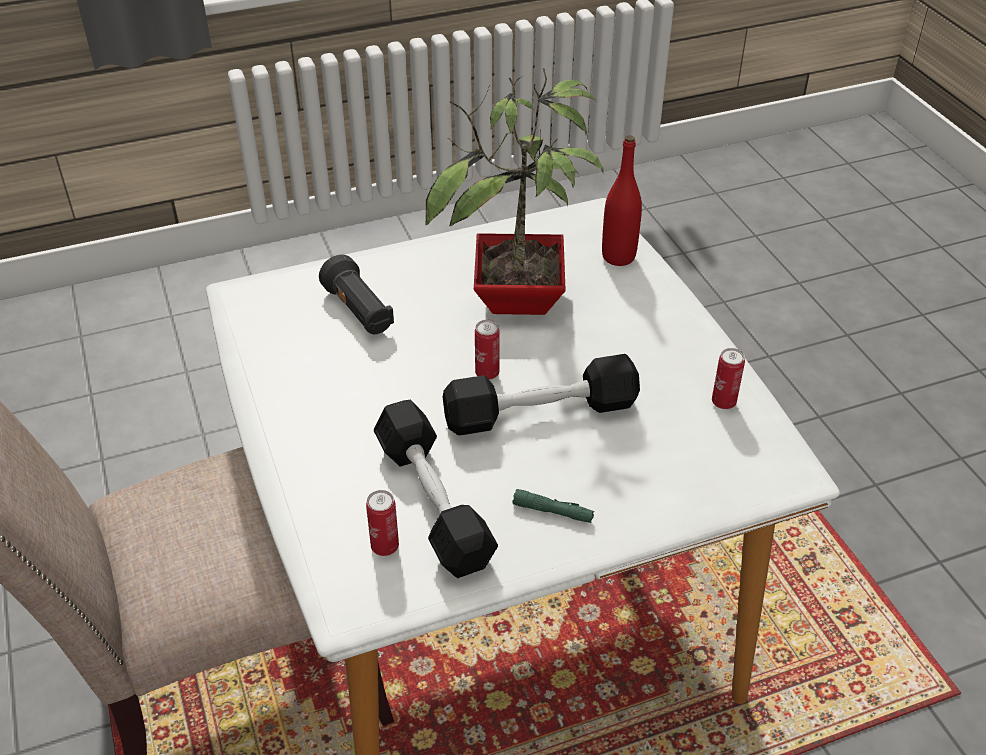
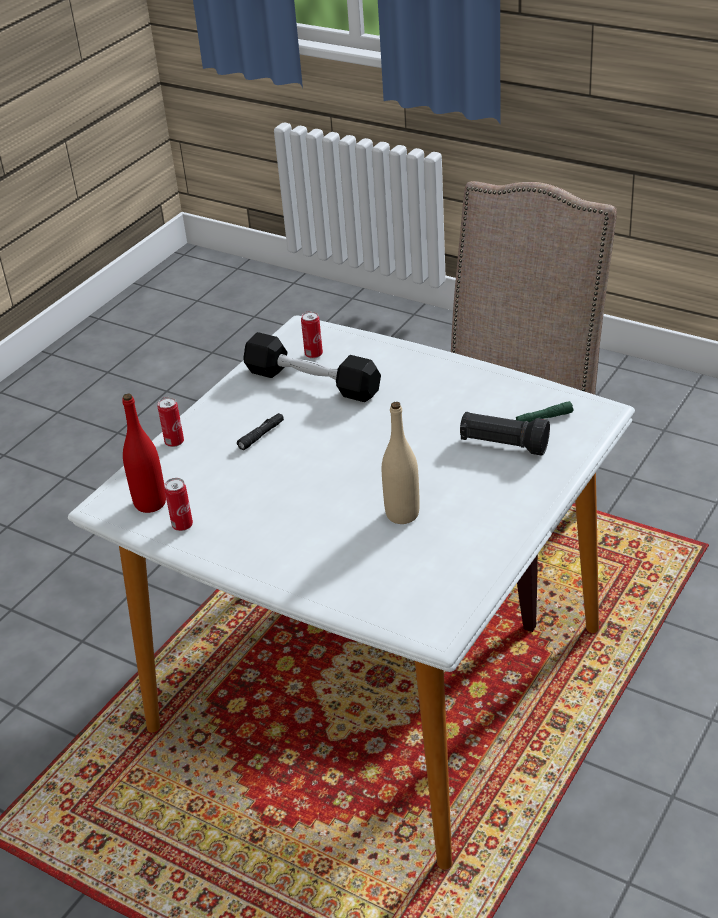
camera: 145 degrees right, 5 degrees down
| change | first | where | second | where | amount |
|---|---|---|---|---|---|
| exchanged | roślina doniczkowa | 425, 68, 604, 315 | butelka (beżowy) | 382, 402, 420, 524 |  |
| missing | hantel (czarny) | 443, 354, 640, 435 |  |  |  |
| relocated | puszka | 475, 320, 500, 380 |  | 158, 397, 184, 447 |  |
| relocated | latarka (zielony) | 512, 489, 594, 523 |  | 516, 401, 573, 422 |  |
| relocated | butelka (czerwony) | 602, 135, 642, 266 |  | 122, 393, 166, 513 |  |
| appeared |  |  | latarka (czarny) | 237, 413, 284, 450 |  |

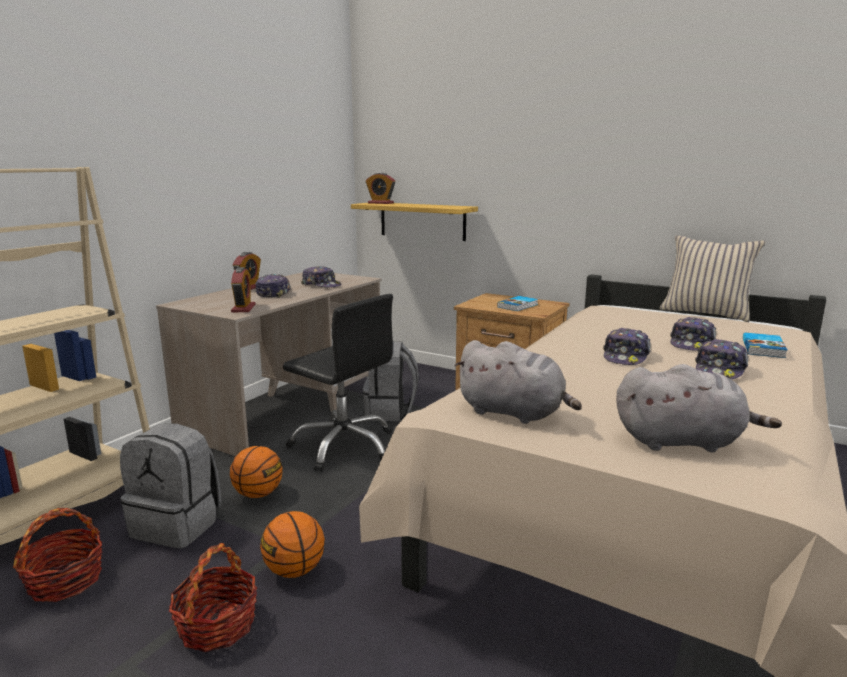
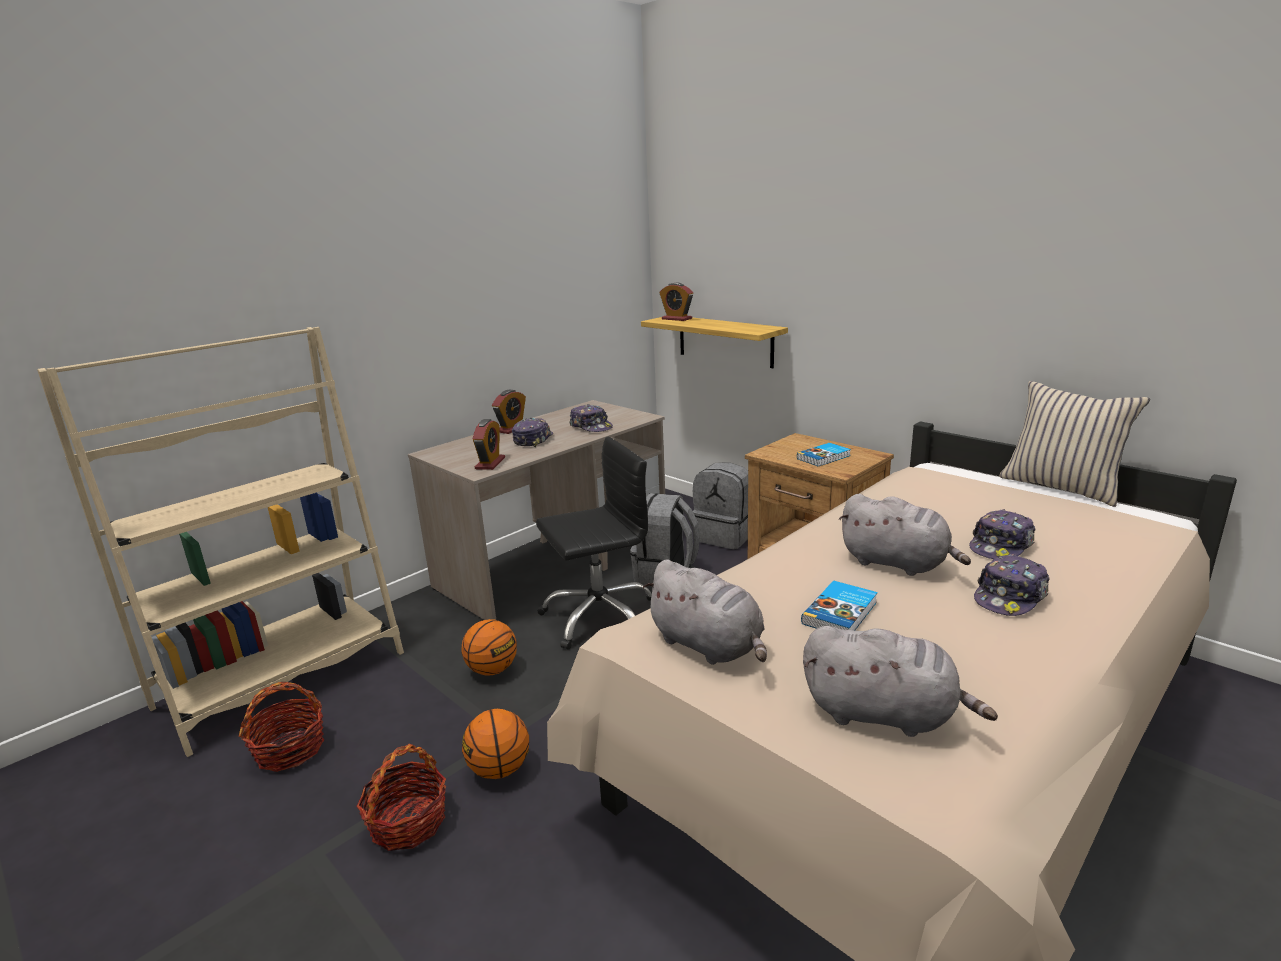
camera: 15 degrees right, 5 degrees up
| change | first | where | second | where | amount |
|---|---|---|---|---|---|
| relocated | plecak (szary) | 120, 423, 221, 548 |  | 693, 462, 748, 550 |  |
| spun | krzesło biurowe (czarny) | 283, 294, 393, 472 |  | 536, 436, 652, 650 | 75 degrees counterclockwise |
| exchanged | czapka z daszkiem | 603, 328, 651, 365 | pluszak (szary) | 839, 494, 971, 576 |  |
| relocated | książka | 743, 332, 788, 358 |  | 801, 581, 878, 631 |  |

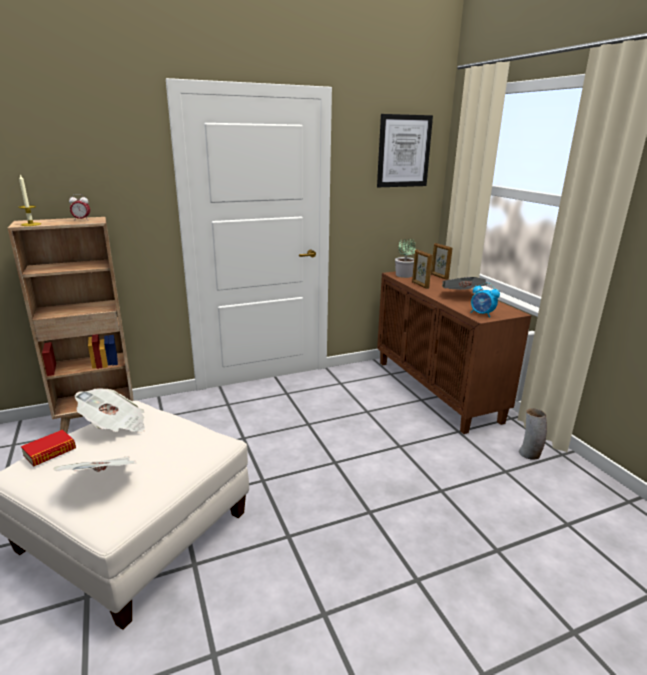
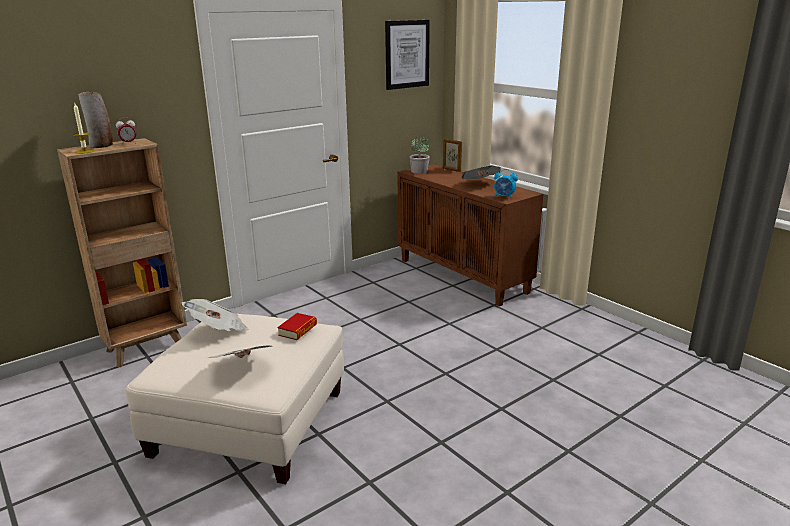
camera: 15 degrees left, 0 degrees up
| change | first | where | second | where | amount |
|---|---|---|---|---|---|
| relocated | książka | 21, 430, 76, 467 |  | 277, 313, 317, 340 |  |
| missing | ramka na zdjęcie | 412, 250, 433, 289 |  |  |  |
| relocated | wazon | 519, 408, 547, 460 |  | 78, 92, 113, 148 |  |

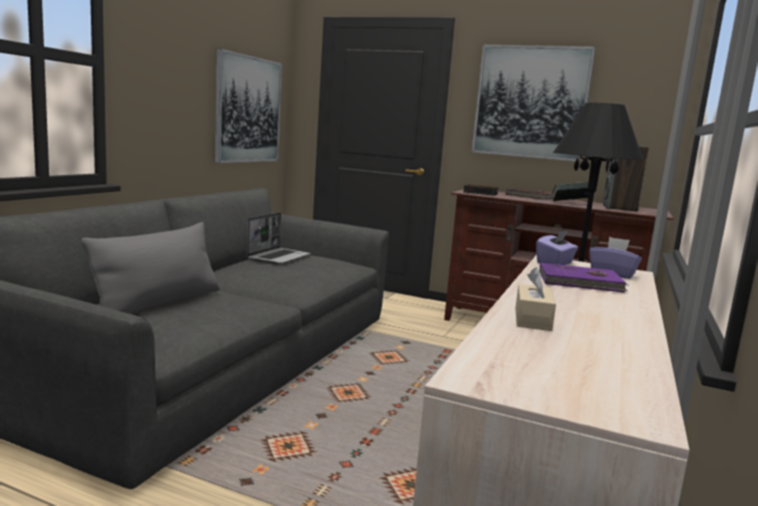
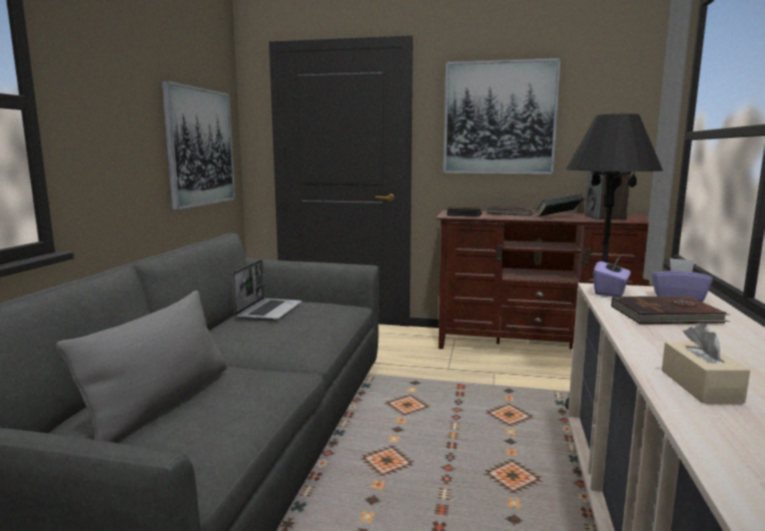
camera: 10 degrees left, 0 degrees up
| change | first | where | second | where | amount |
|---|---|---|---|---|---|
| colour | książka (fioletowy) | 539, 263, 628, 293 | książka (brązowy) | 611, 296, 730, 324 |  |

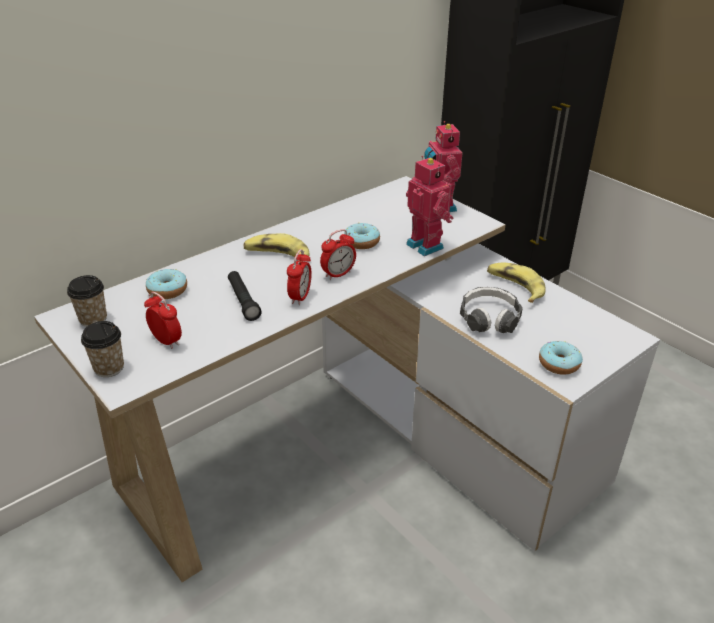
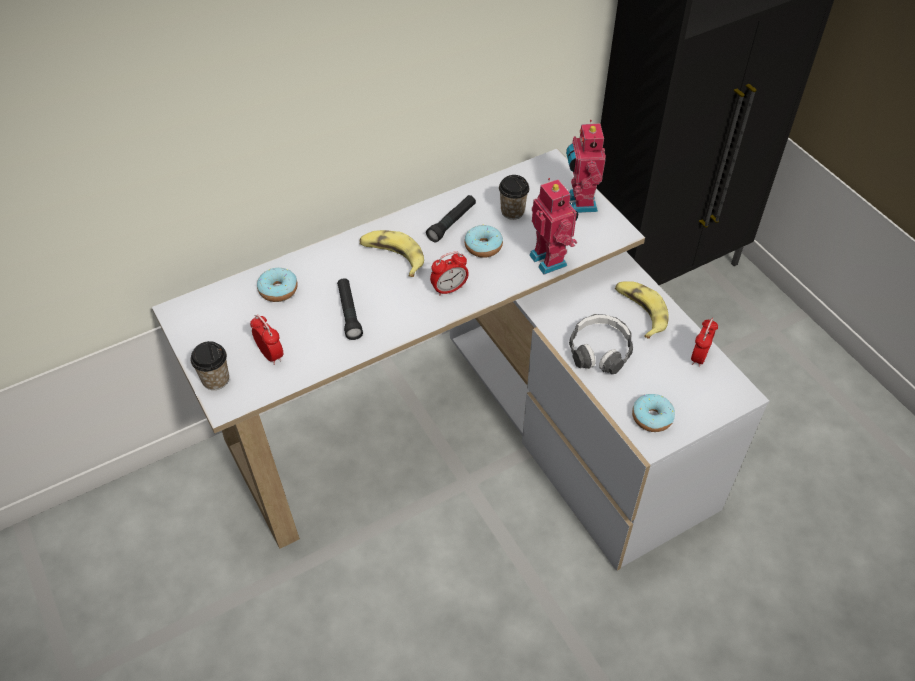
camera: 10 degrees right, 15 degrees up
| change | first | where | second | where | amount |
|---|---|---|---|---|---|
| relocated | filiżanka | 67, 275, 107, 327 |  | 499, 175, 529, 220 |  |
| relocated | budzik | 287, 249, 312, 305 |  | 691, 318, 718, 367 |  |
| appeared |  |  | latarka (czarny) | 426, 195, 476, 243 |  |

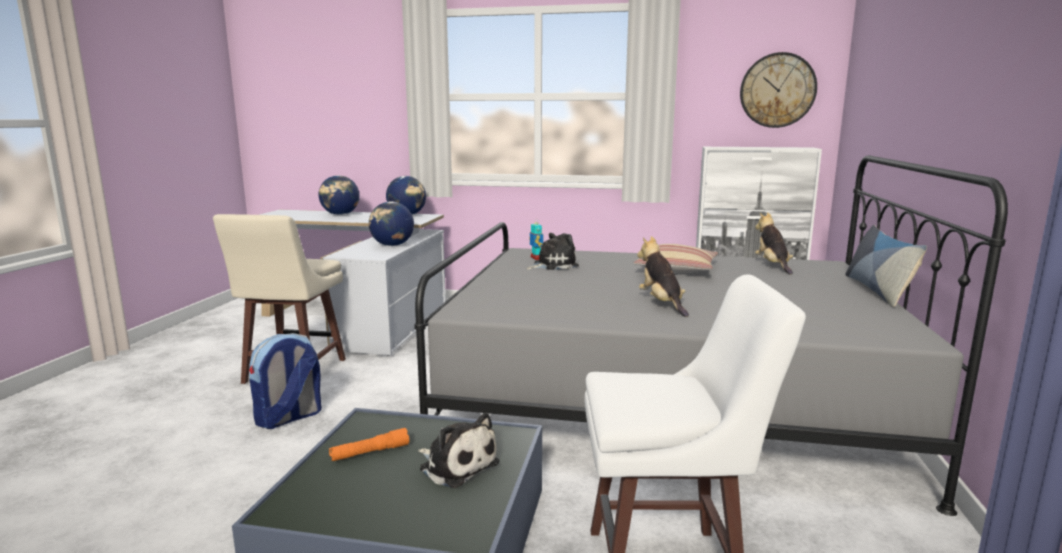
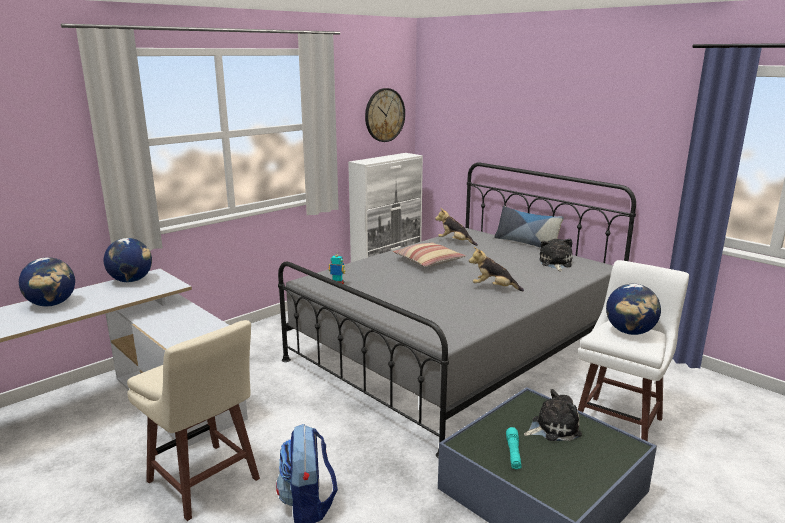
camera: 55 degrees left, 5 degrees up
| change | first | where | second | where | amount |
|---|---|---|---|---|---|
| colour | latarka (pomarańczowy) | 329, 428, 409, 461 | latarka (turkusowy) | 506, 427, 521, 469 |  |
| relocated | globus | 369, 202, 414, 246 |  | 606, 284, 661, 335 |  |
| relocated | pluszak | 527, 233, 579, 270 |  | 539, 239, 572, 272 |  |

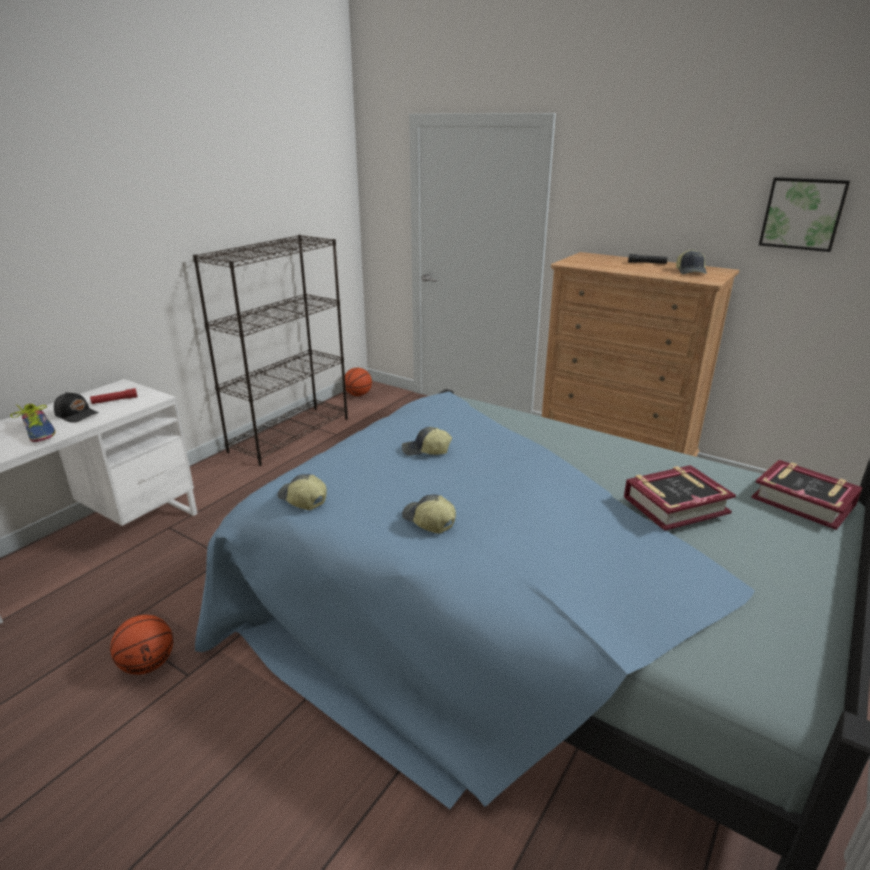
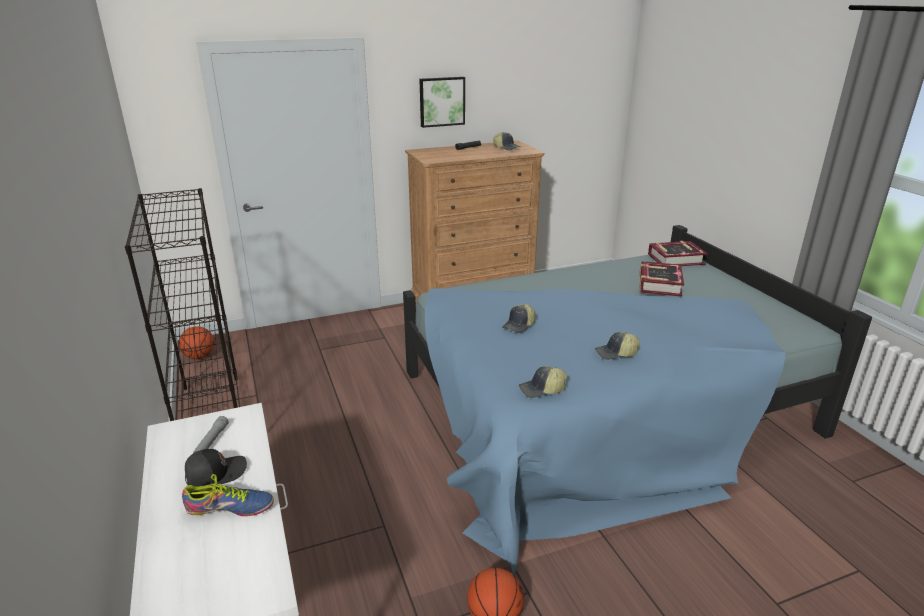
camera: 55 degrees left, 0 degrees up
| change | first | where | second | where | amount |
|---|---|---|---|---|---|
| colour | latarka (czerwony) | 90, 388, 138, 404 | latarka (szary) | 193, 416, 229, 453 |  |
| relocated | obraz | 759, 177, 850, 252 |  | 419, 77, 465, 128 |  |

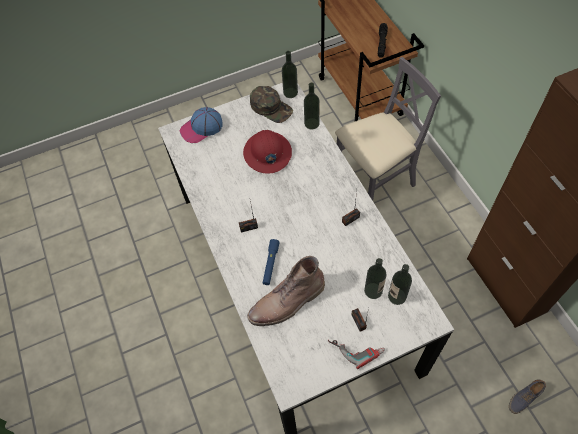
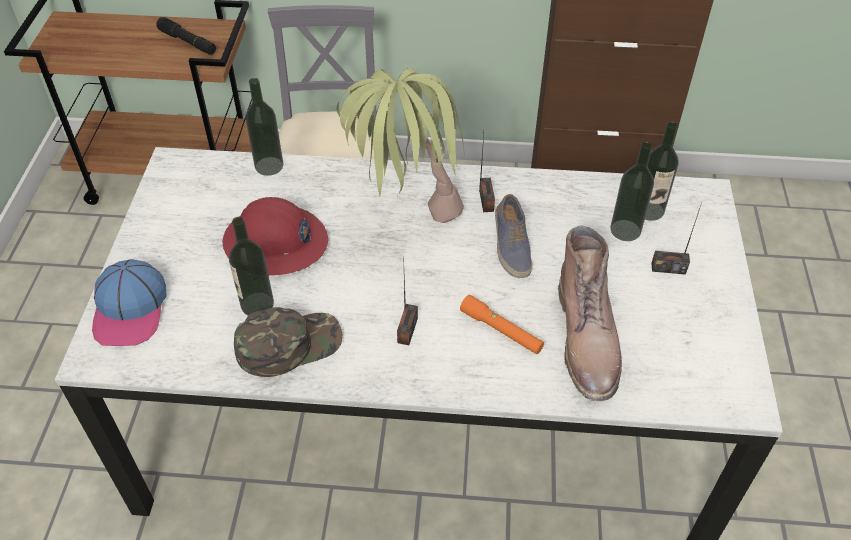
camera: 65 degrees left, 10 degrees down
| change | first | where | second | where | amount |
|---|---|---|---|---|---|
| relocated | czapka z daszkiem (zielony) | 250, 86, 293, 123 |  | 234, 307, 343, 377 |  |
| colour | latarka (niebieski) | 263, 239, 280, 285 | latarka (pomarańczowy) | 460, 295, 544, 354 |  |
| relocated | butelka | 282, 51, 298, 98 |  | 229, 217, 274, 315 |  |
| missing | wiertarka | 328, 340, 385, 369 |  |  |  |
| relocated | but | 509, 380, 546, 414 |  | 495, 194, 532, 278 |  |
| appeared |  |  | roślina doniczkowa | 336, 68, 464, 223 |  |

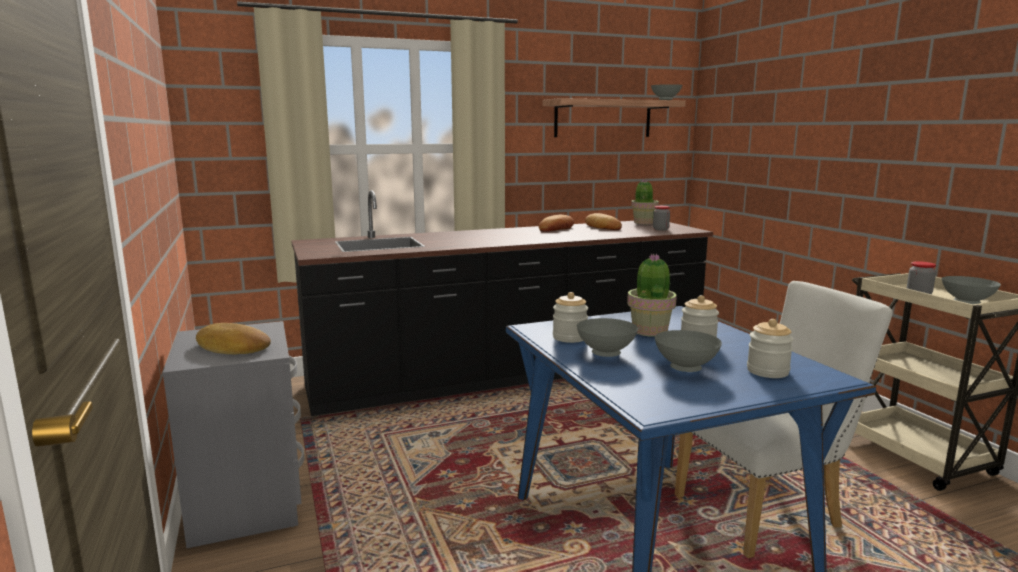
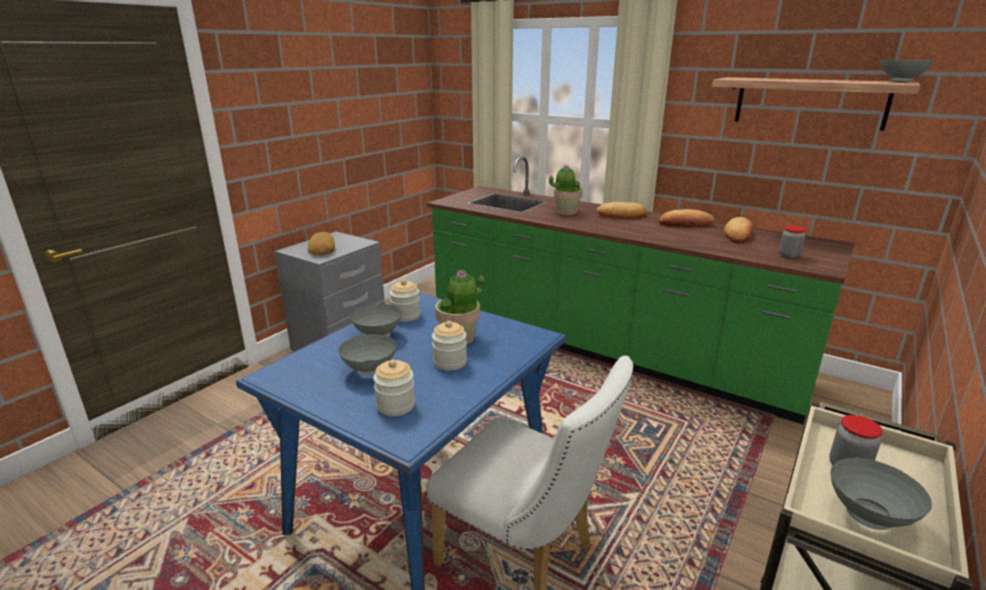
camera: 55 degrees right, 10 degrees up
| change | first | where | second | where | amount |
|---|---|---|---|---|---|
| colour | zabudowa kuchenna (czarny) | 291, 190, 713, 416 | zabudowa kuchenna (zielony) | 427, 156, 854, 424 |  |
| relocated | roślina doniczkowa | 631, 179, 659, 224 |  | 549, 165, 583, 215 |  |
| appeared |  |  | chleb | 597, 202, 647, 218 |  |

